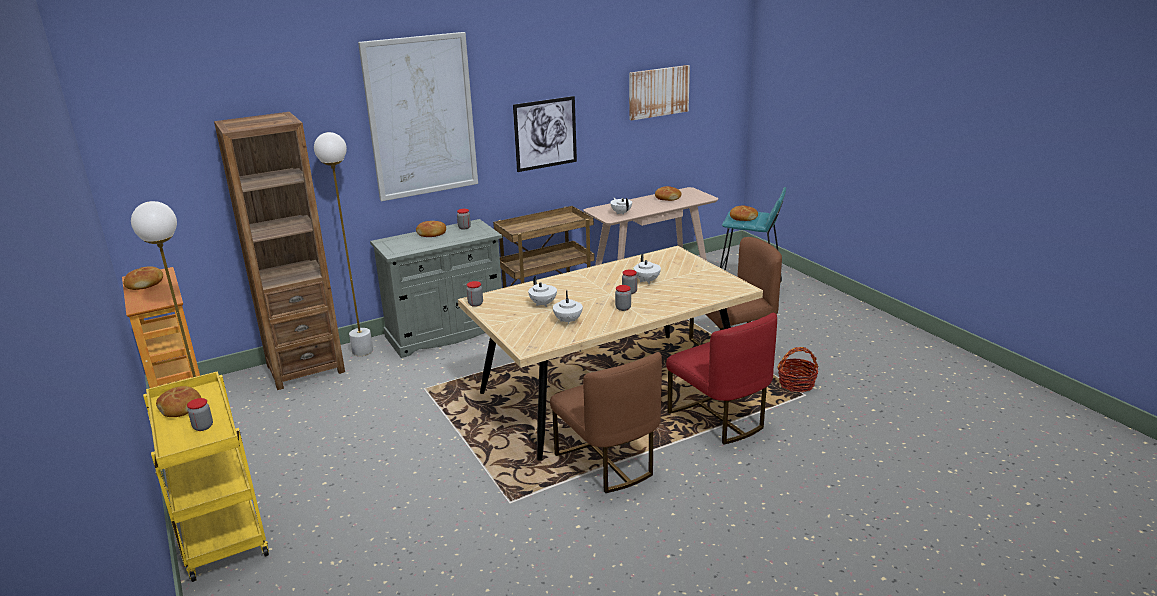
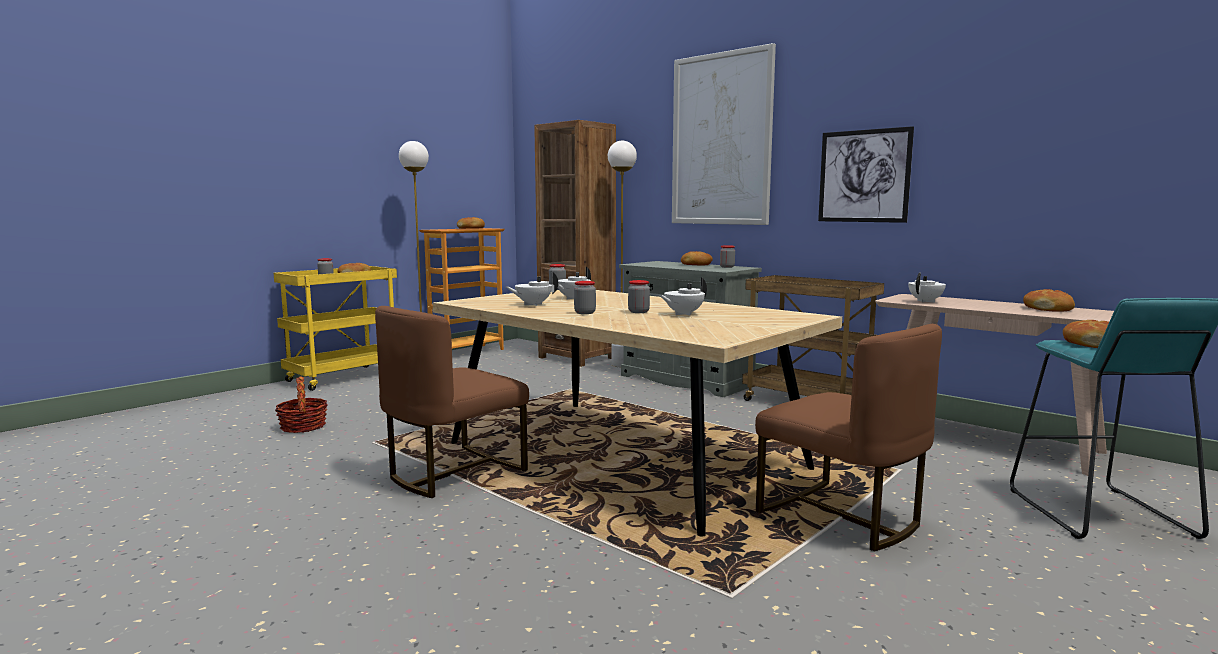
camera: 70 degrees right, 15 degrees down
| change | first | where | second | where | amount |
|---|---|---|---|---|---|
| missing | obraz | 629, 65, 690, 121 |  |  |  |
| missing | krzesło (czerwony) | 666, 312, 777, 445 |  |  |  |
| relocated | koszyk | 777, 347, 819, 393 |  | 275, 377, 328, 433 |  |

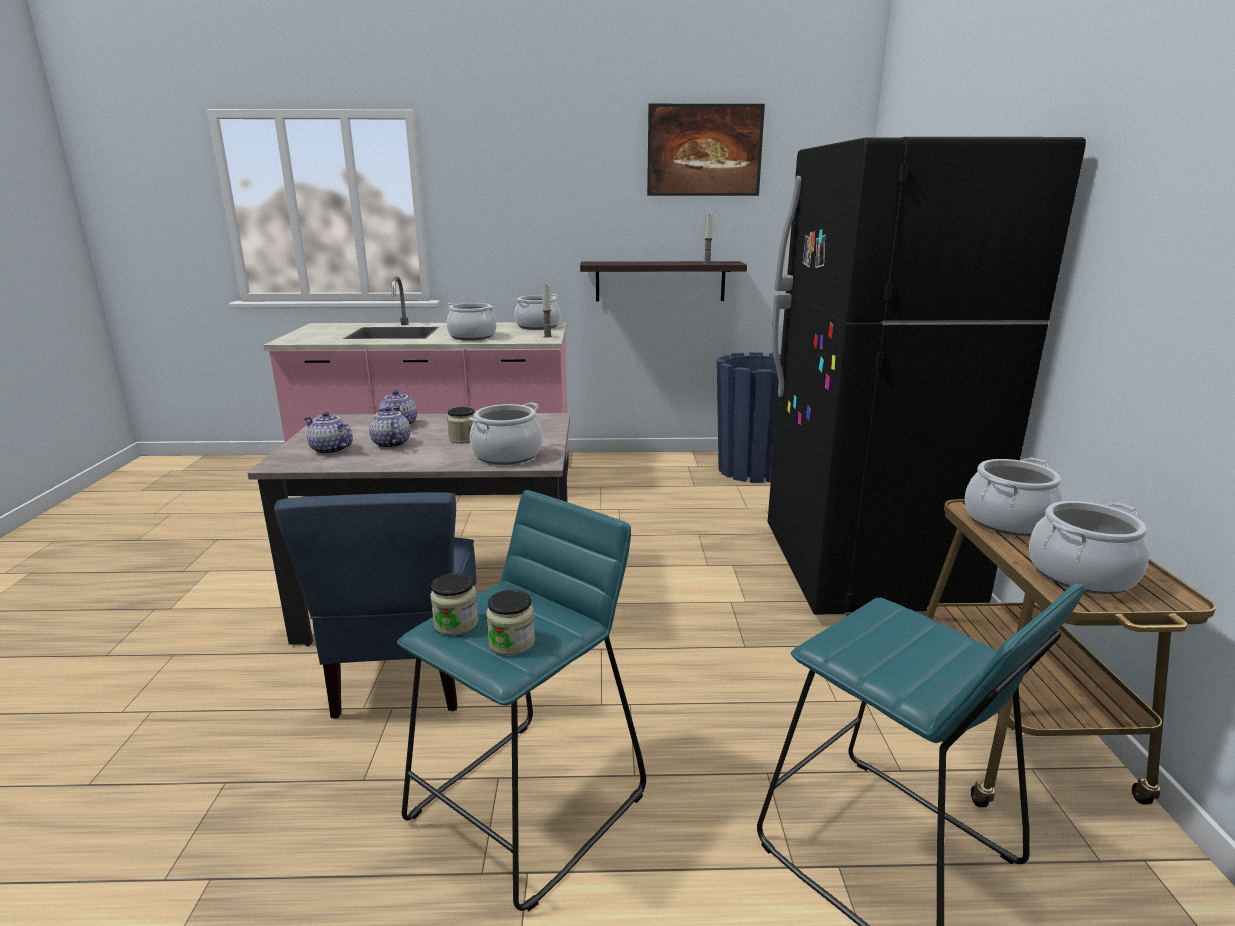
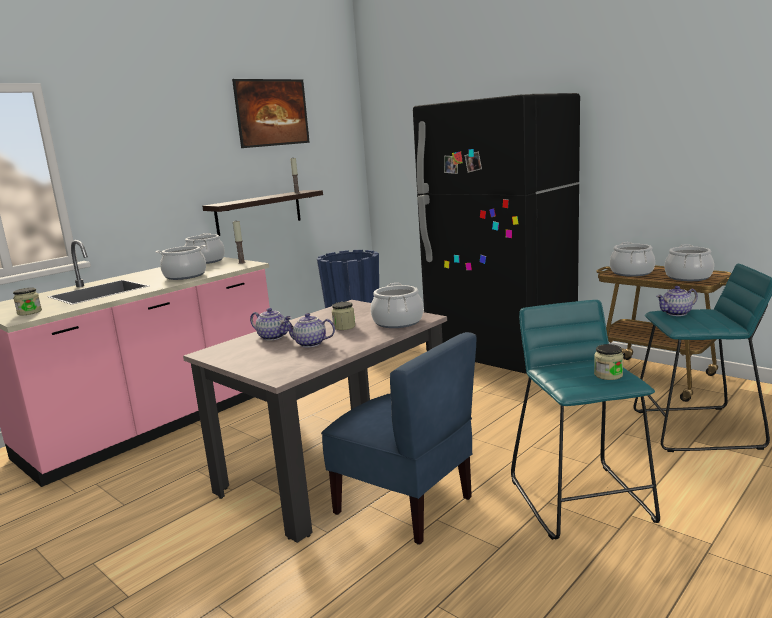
camera: 45 degrees left, 5 degrees down
| change | first | where | second | where | amount |
|---|---|---|---|---|---|
| relocated | imbryk | 304, 412, 353, 454 |  | 656, 286, 698, 316 |  |
| relocated | słoik | 430, 573, 479, 635 |  | 13, 288, 42, 315 |  |

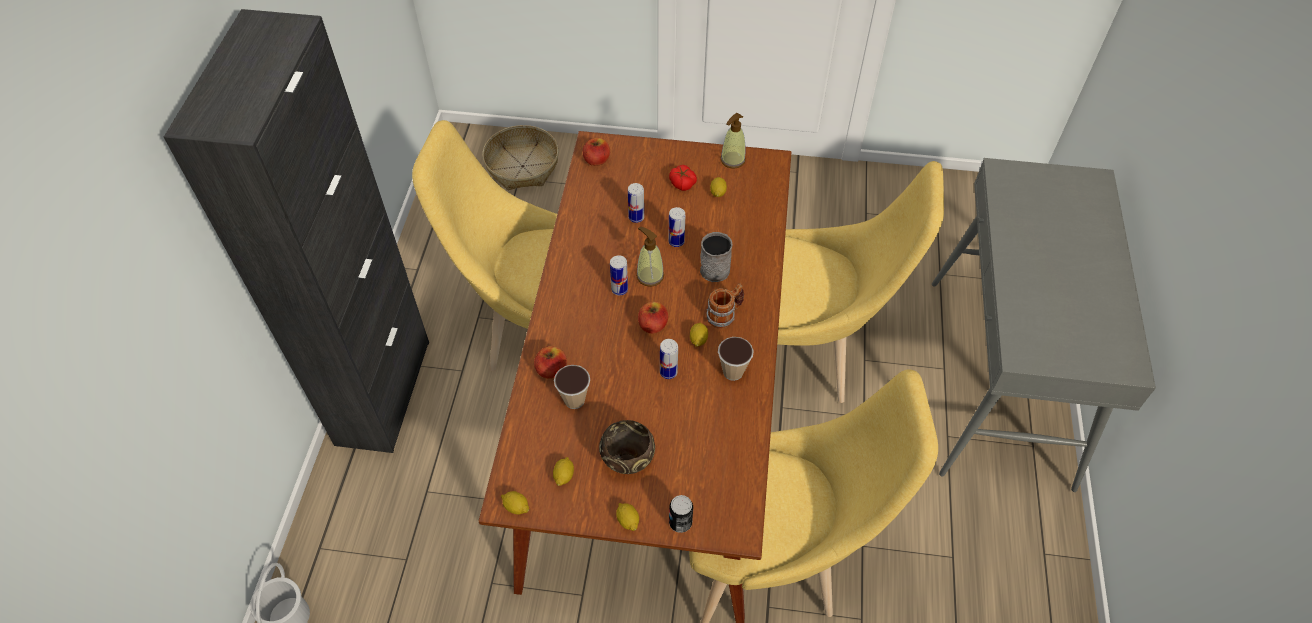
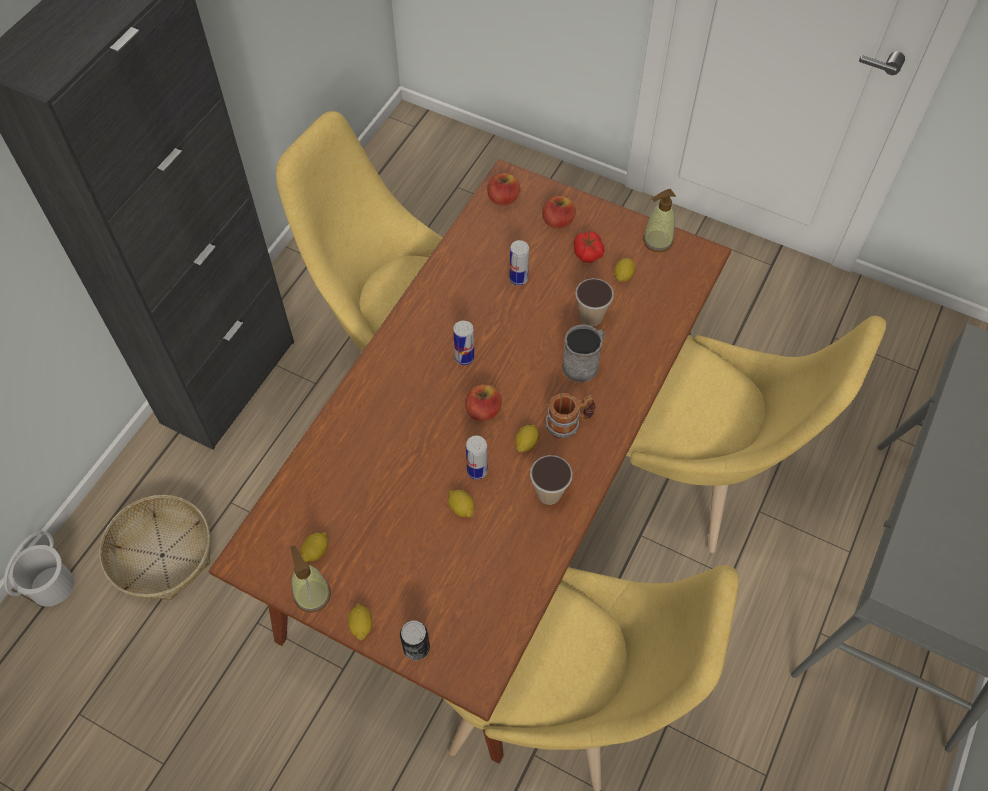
camera: 20 degrees right, 5 degrees up
| change | first | where | second | where | amount |
|---|---|---|---|---|---|
| relocated | koszyk | 482, 125, 559, 190 |  | 99, 495, 210, 600 |  |
| relocated | cytryna | 501, 491, 529, 515 |  | 448, 490, 474, 517 |  |
| relocated | jabłko | 534, 346, 567, 379 |  | 542, 196, 576, 229 |  |
| relocated | filiżanka | 554, 365, 590, 409 |  | 575, 278, 614, 326 |  |
| missing | miska (brązowy) | 599, 420, 655, 474 |  |  |  |
| relocated | dozownik mydła | 636, 227, 664, 287 |  | 290, 545, 331, 613 |  |
| missing | puszka | 668, 207, 685, 247 |  |  |  |

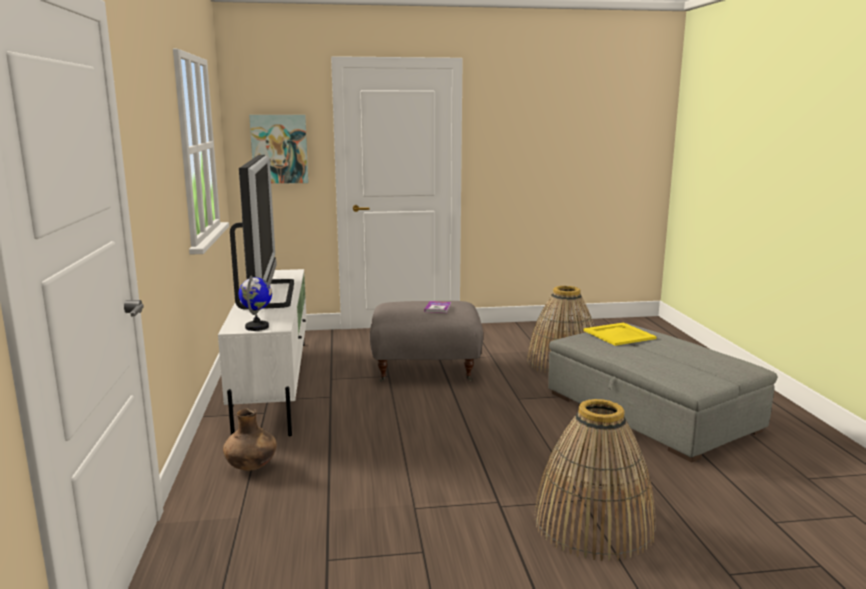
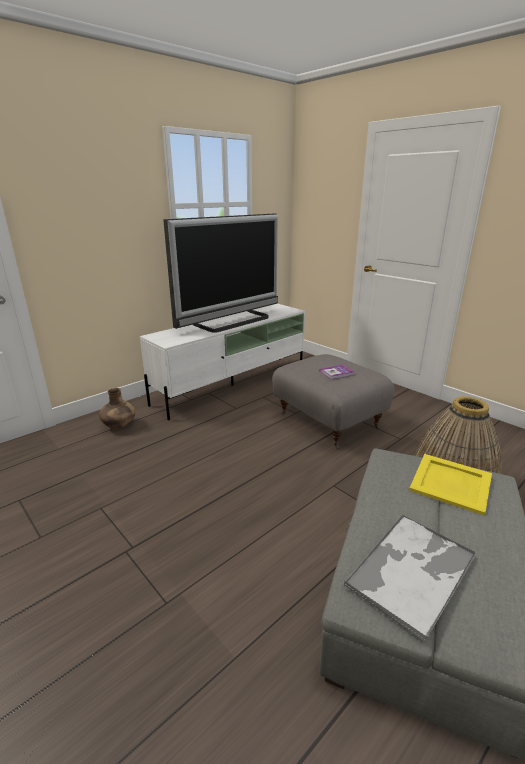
camera: 55 degrees right, 10 degrees up
| change | first | where | second | where | amount |
|---|---|---|---|---|---|
| missing | globus | 239, 275, 272, 331 |  |  |  |
| missing | obraz | 249, 115, 309, 184 |  |  |  |
| missing | koszyk | 534, 399, 656, 561 |  |  |  |
| appeared |  |  | taca | 344, 514, 476, 643 |  |

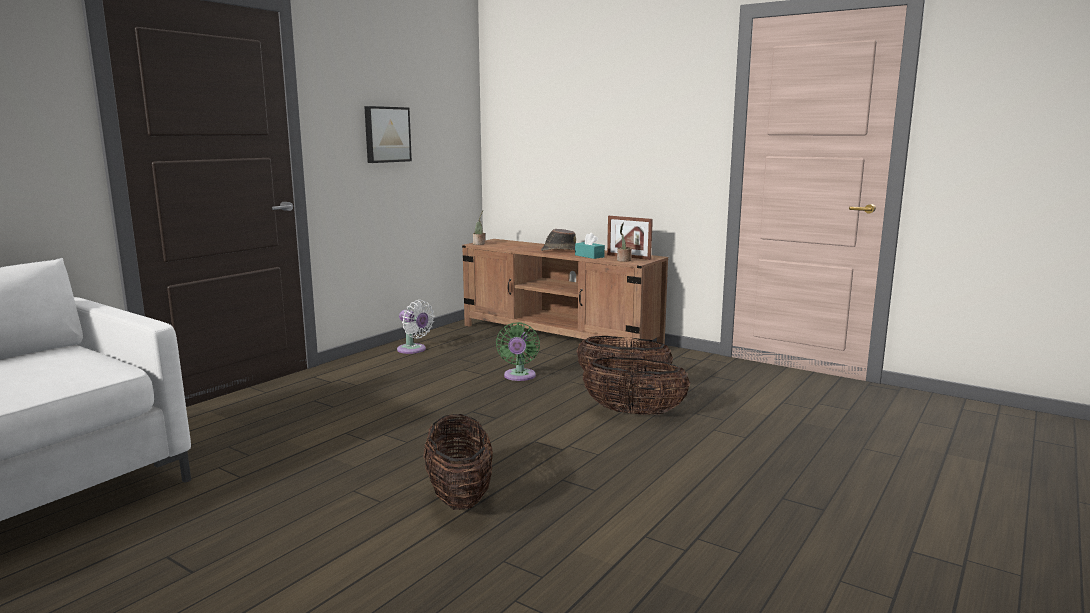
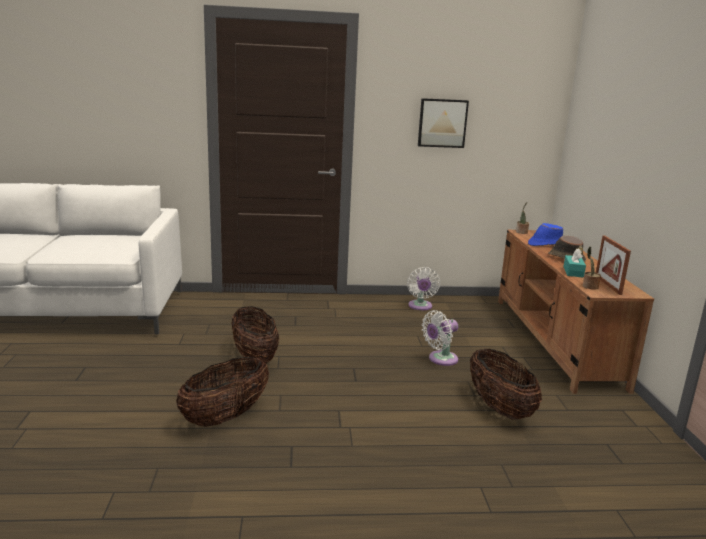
camera: 50 degrees right, 5 degrees up
| change | first | where | second | where | amount |
|---|---|---|---|---|---|
| colour | wentylator (zielony) | 496, 322, 540, 381 | wentylator (biały) | 422, 310, 458, 366 |  |
| relocated | koszyk | 583, 357, 690, 415 |  | 231, 306, 279, 364 |  |
| appeared |  |  | kapelusz (niebieski) | 528, 223, 563, 246 |  |

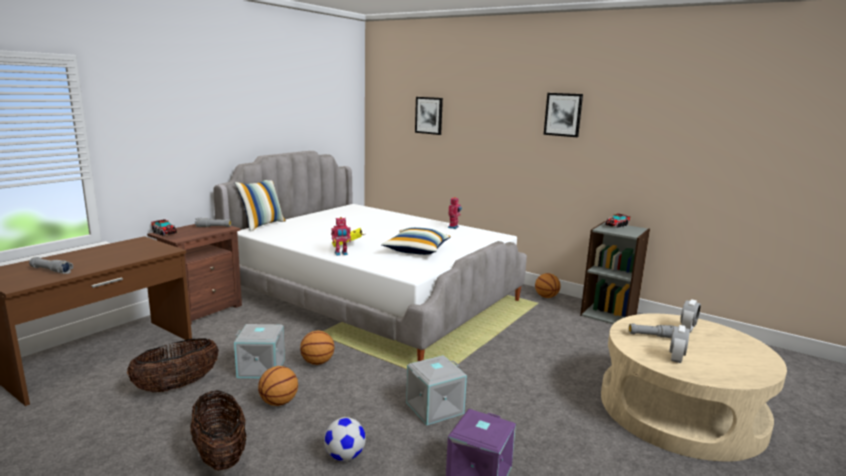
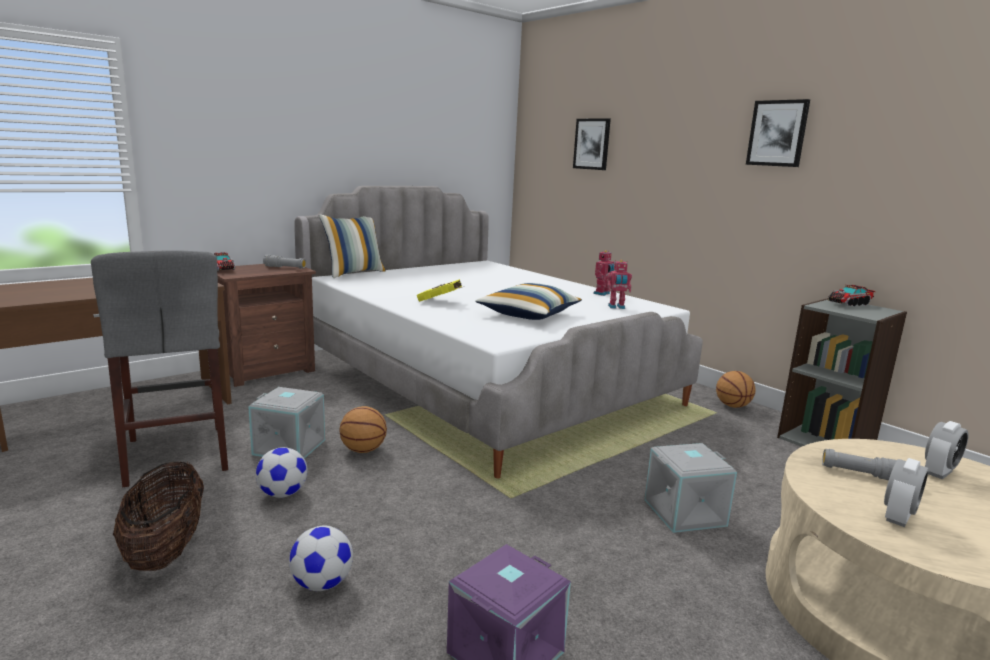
camera: 15 degrees right, 0 degrees up
| change | first | where | second | where | amount |
|---|---|---|---|---|---|
| missing | latarka (szary) | 29, 257, 73, 274 |  |  |  |
| exchanged | koszyk | 127, 338, 219, 393 | stołek (szary) | 91, 250, 228, 487 |  |
| exchanged | piłka do koszykówki | 258, 366, 298, 406 | piłka futbolowa | 256, 447, 307, 498 |  |
| relocated | robot zabawkowy | 331, 217, 351, 256 |  | 607, 260, 632, 309 |  |
| relocated | pojemnik do przechowywania (szary) | 406, 355, 467, 425 |  | 644, 443, 737, 533 |  |

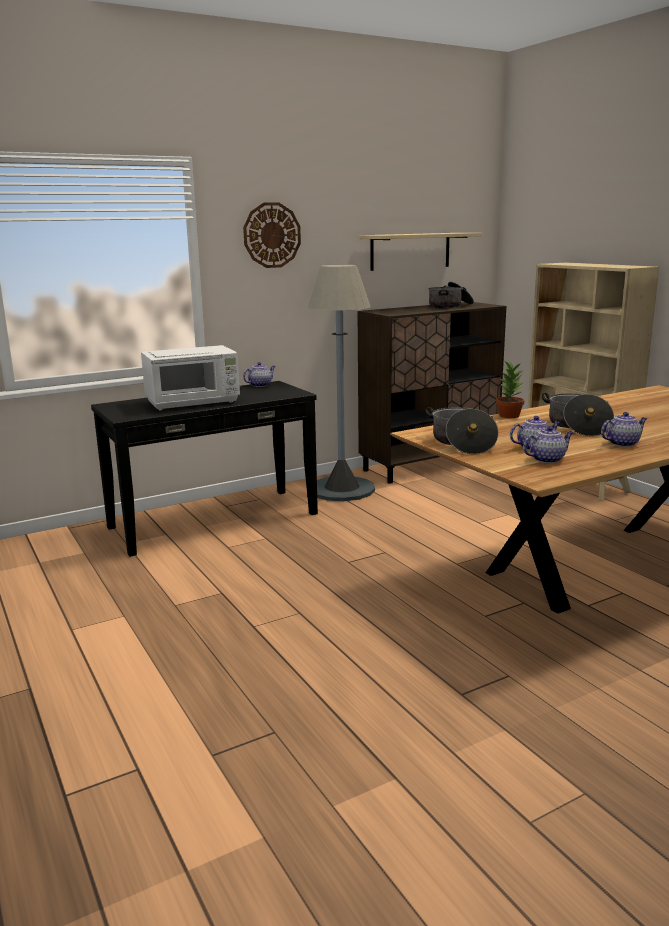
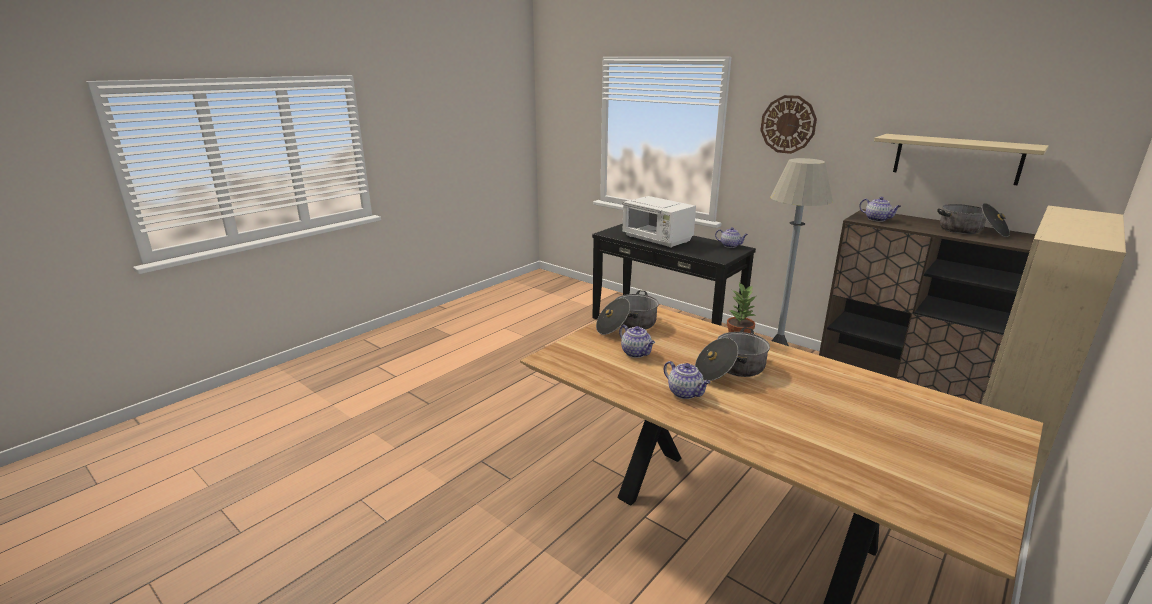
camera: 70 degrees right, 5 degrees up
| change | first | where | second | where | amount |
|---|---|---|---|---|---|
| relocated | imbryk | 523, 426, 574, 463 |  | 859, 197, 901, 222 |  |

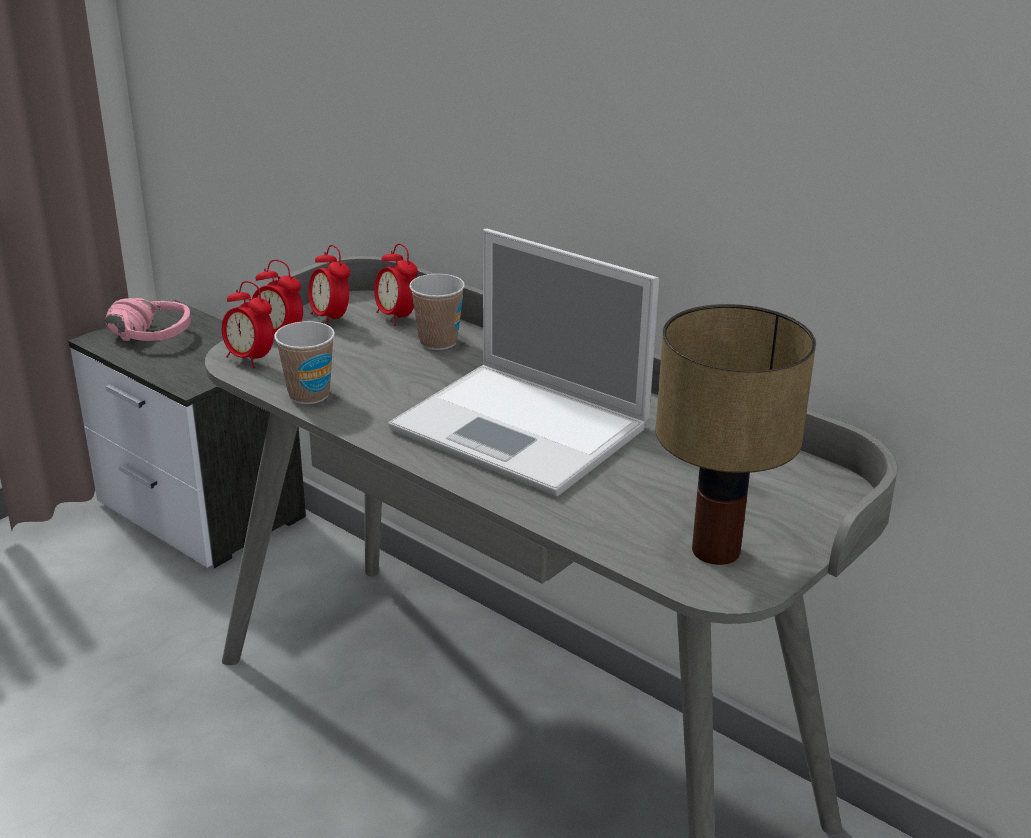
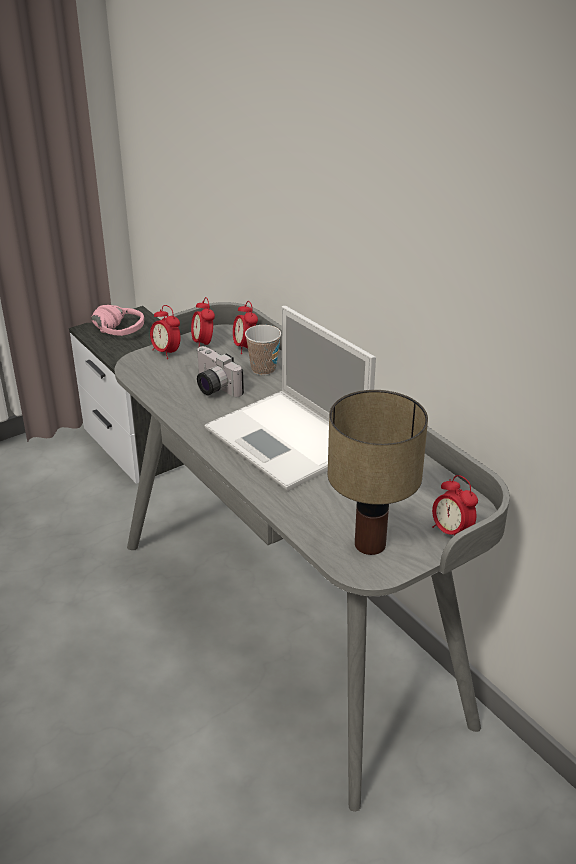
camera: 15 degrees right, 5 degrees up
| change | first | where | second | where | amount |
|---|---|---|---|---|---|
| relocated | budzik | 222, 281, 274, 369 |  | 432, 475, 478, 535 |  |
| missing | filiżanka | 274, 321, 335, 404 |  |  |  |
| appeared |  |  | aparat fotograficzny | 197, 346, 244, 397 |  |

